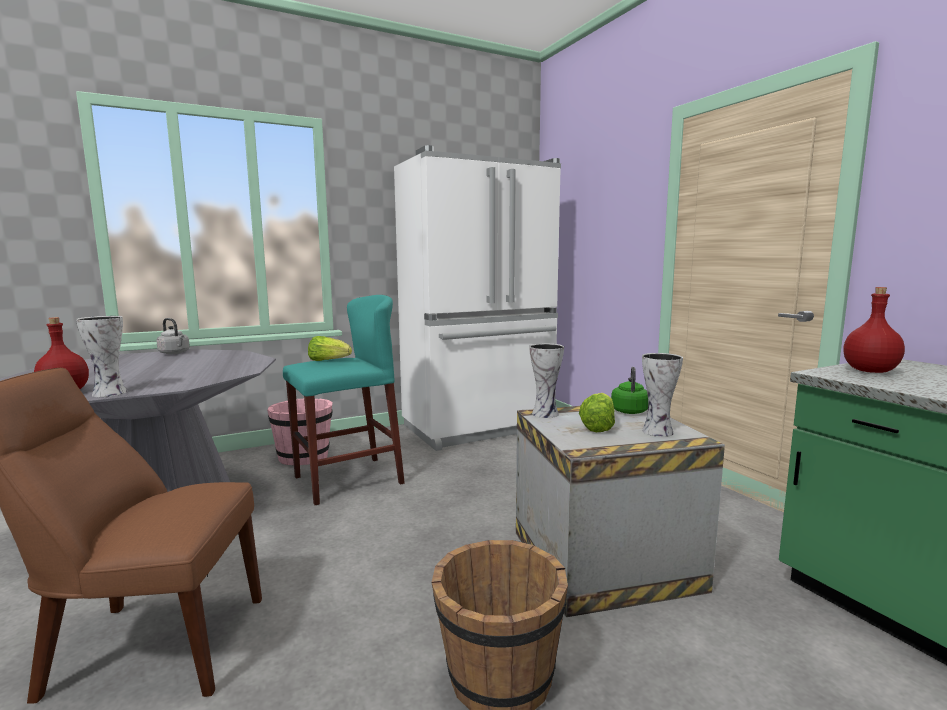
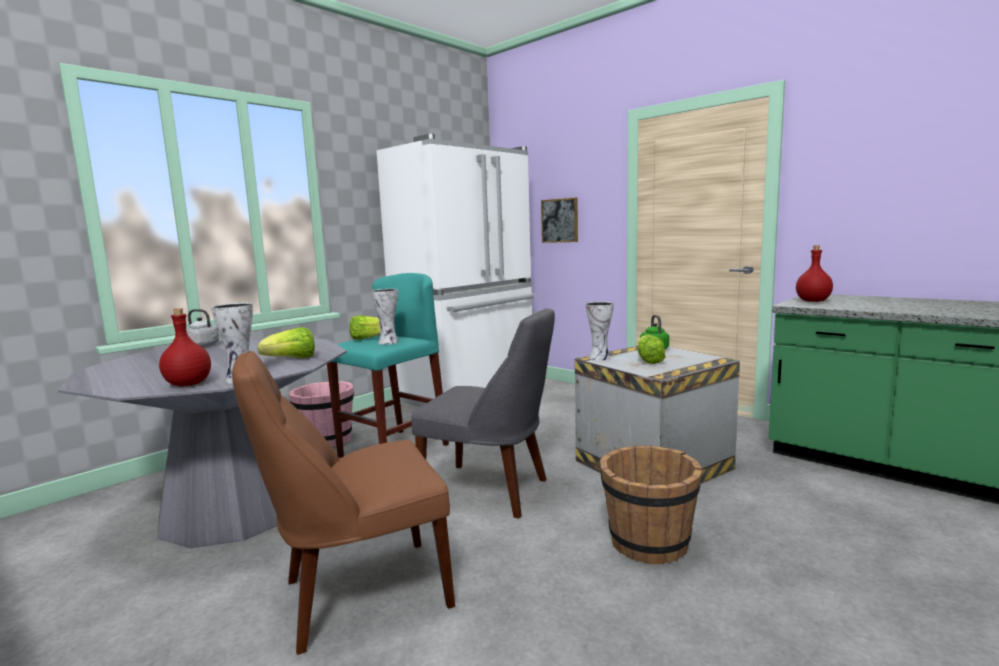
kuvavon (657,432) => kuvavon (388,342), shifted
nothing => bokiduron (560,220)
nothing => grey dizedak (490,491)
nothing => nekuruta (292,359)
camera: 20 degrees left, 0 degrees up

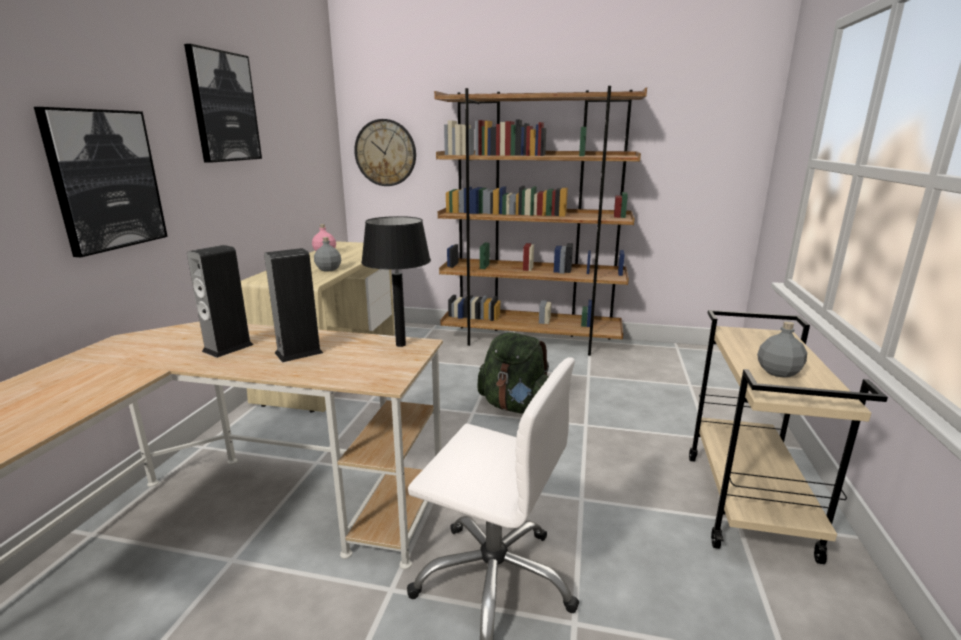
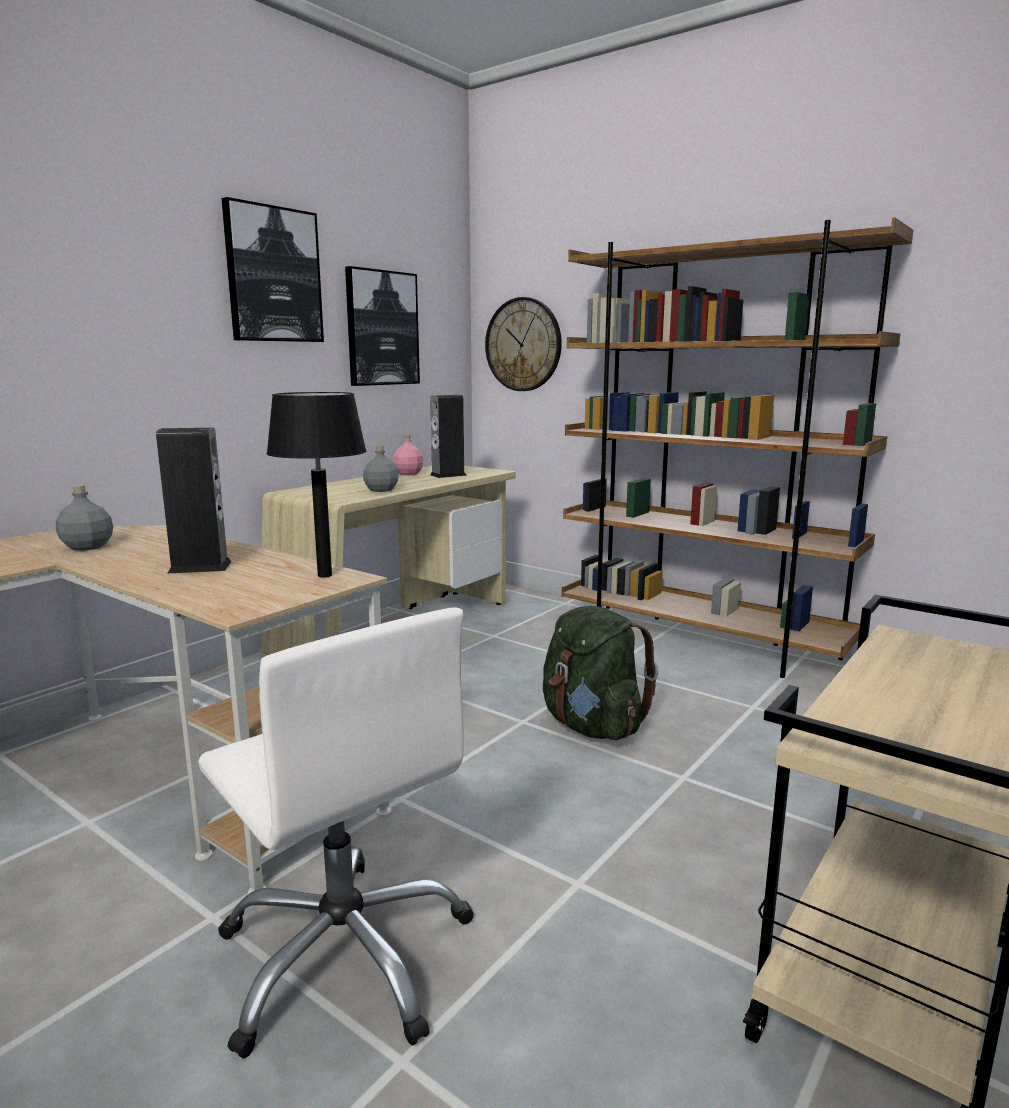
bokiduron (105,180) => bokiduron (382,328), shifted
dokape (228,348) => dokape (448,475), shifted
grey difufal (777,372) => grey difufal (87,547), shifted
camera: 25 degrees right, 5 degrees down

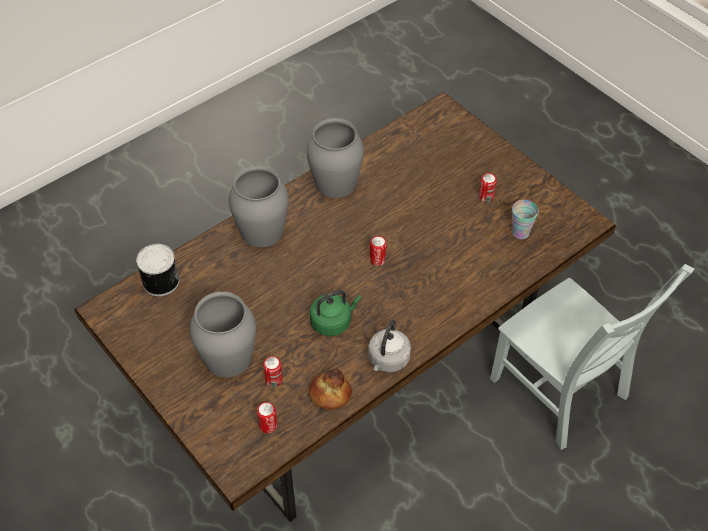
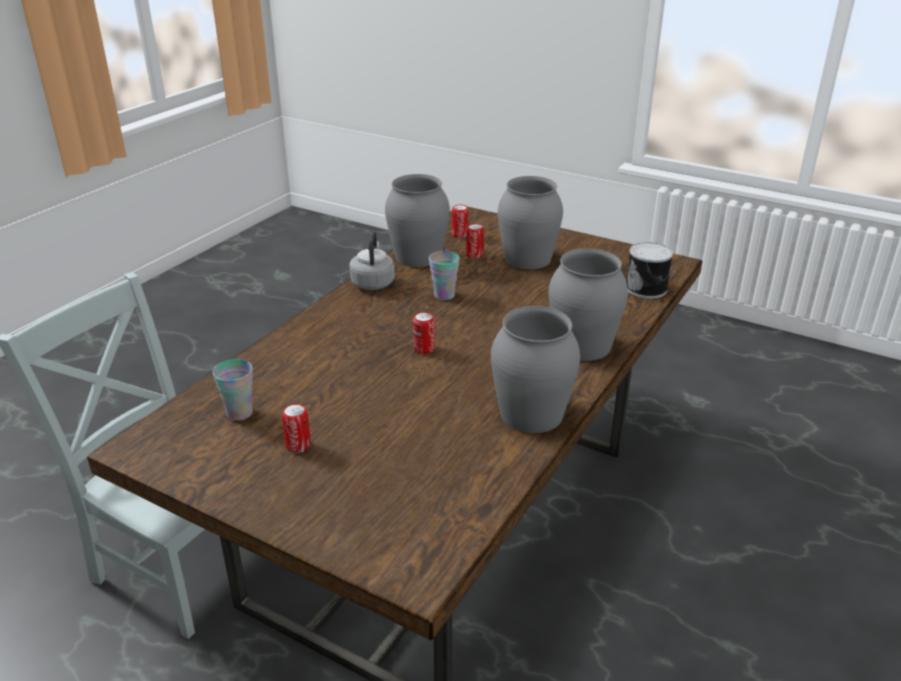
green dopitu (333,322) => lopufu (444,295)
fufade (329,394) => grey kuvavon (417,256)
camera: 160 degrees right, 20 degrees down

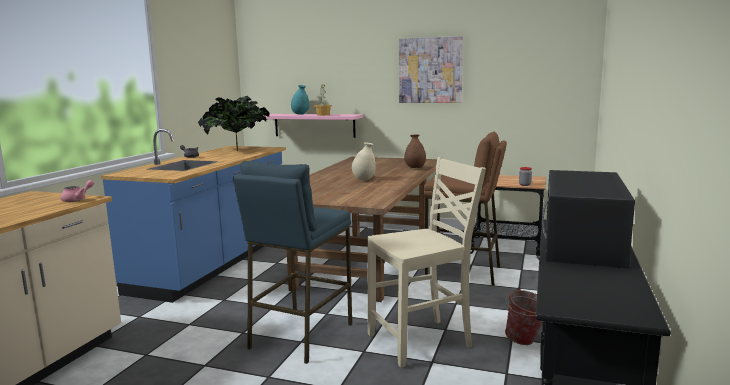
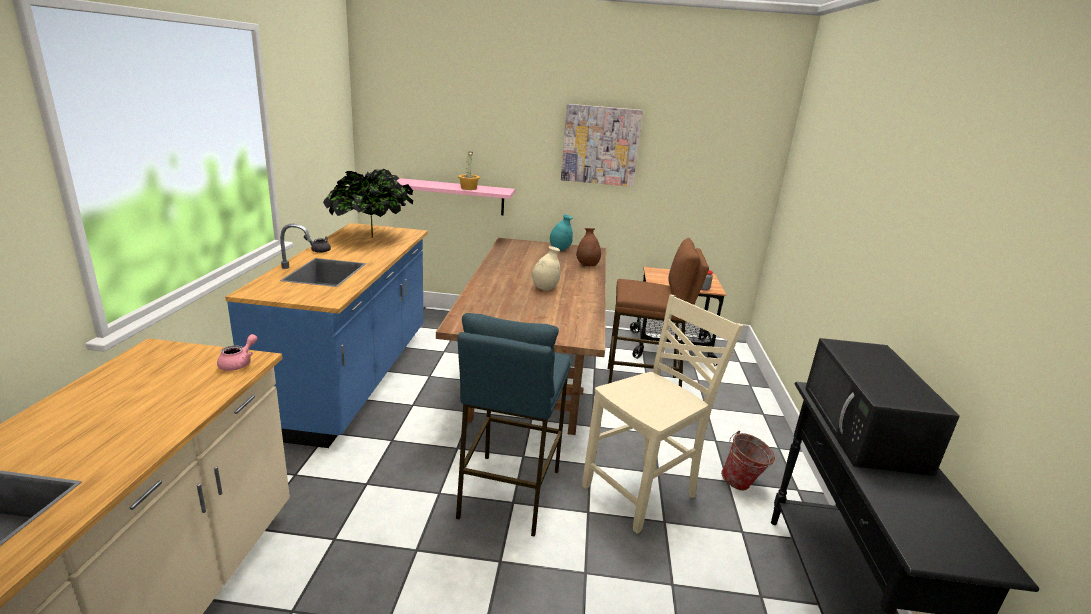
turquoise kuvavon (300,114) => turquoise kuvavon (560,249), shifted
camera: 15 degrees left, 10 degrees up

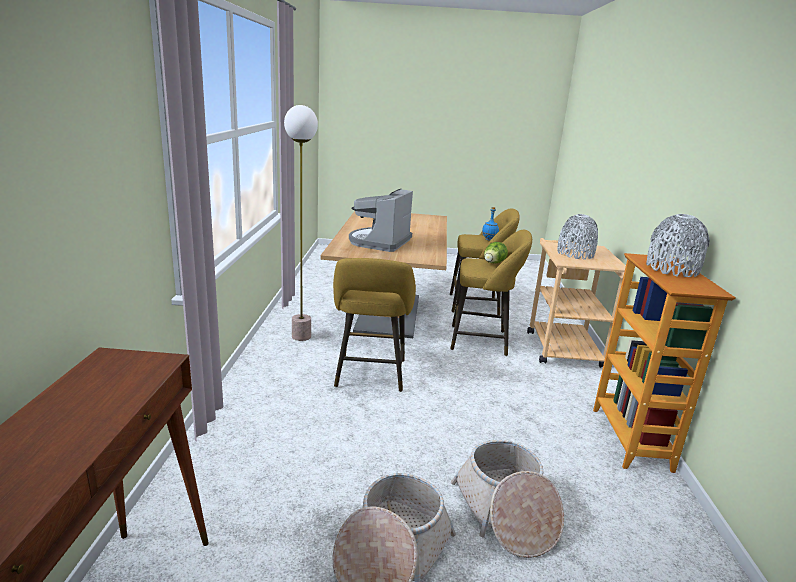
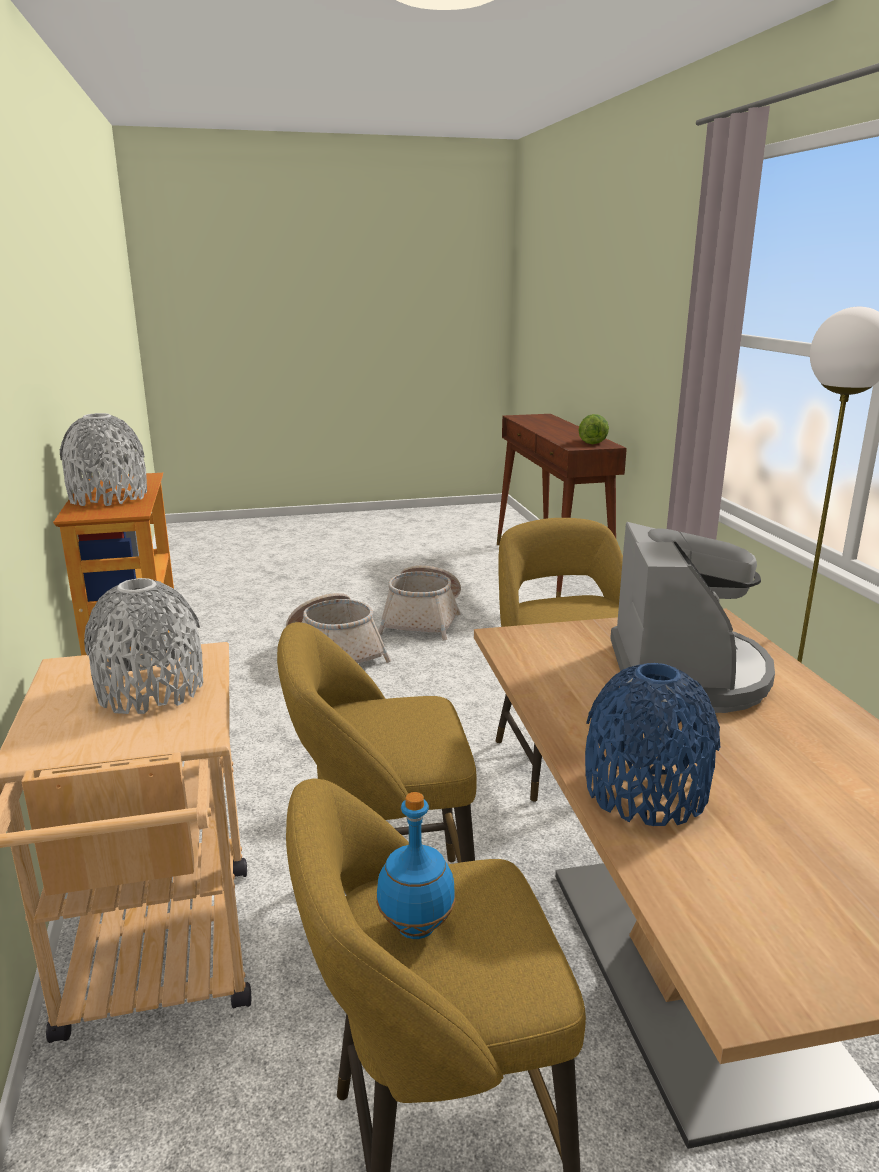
nekuruta (493,263) => nekuruta (593,442), shifted
nothing => blue kuvavon (645,791)
camera: 165 degrees right, 0 degrees up

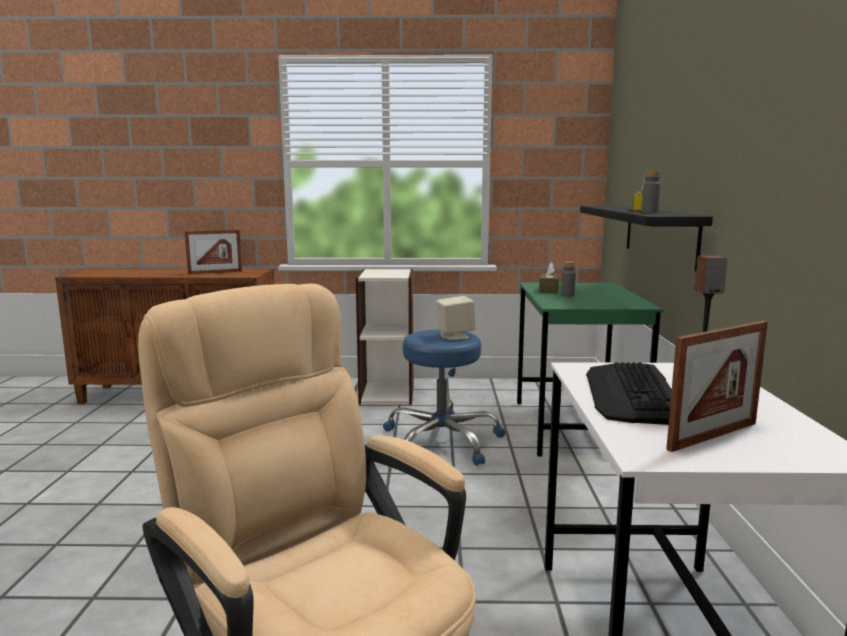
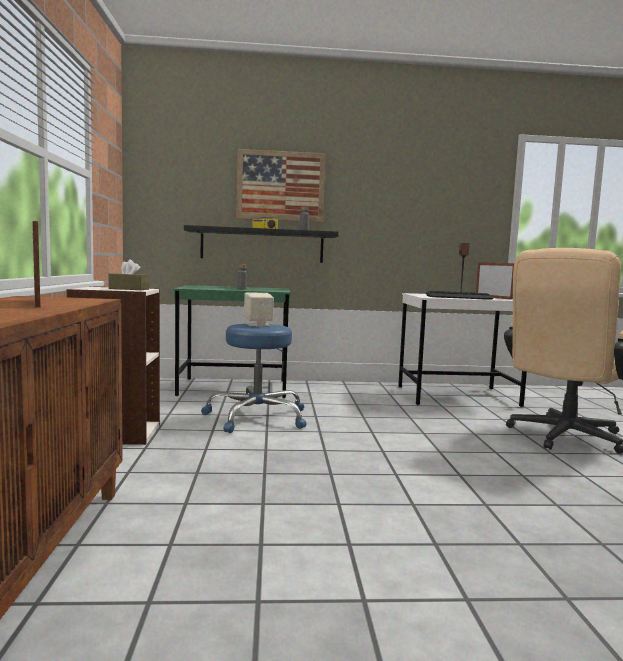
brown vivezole (548,290) => brown vivezole (129,289), shifted
nothing => bokiduron (280,186)
camera: 95 degrees left, 5 degrees down

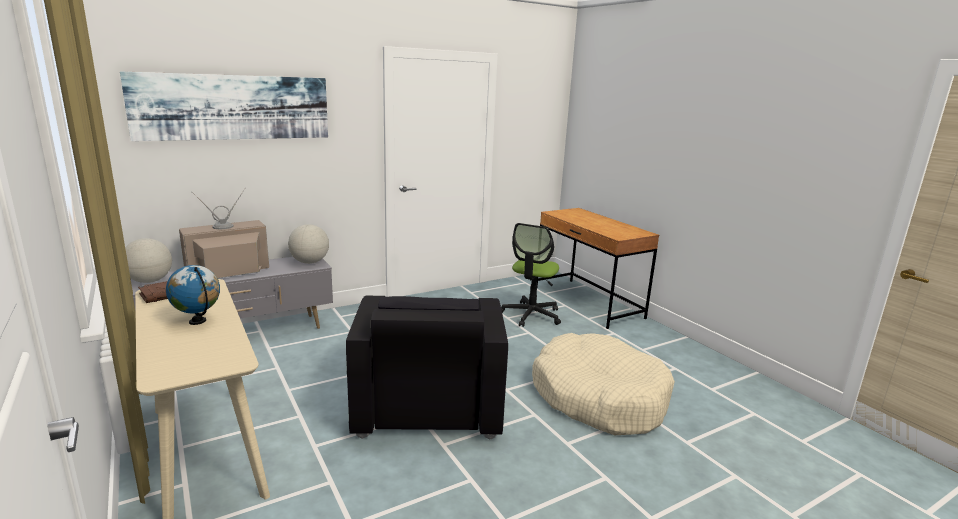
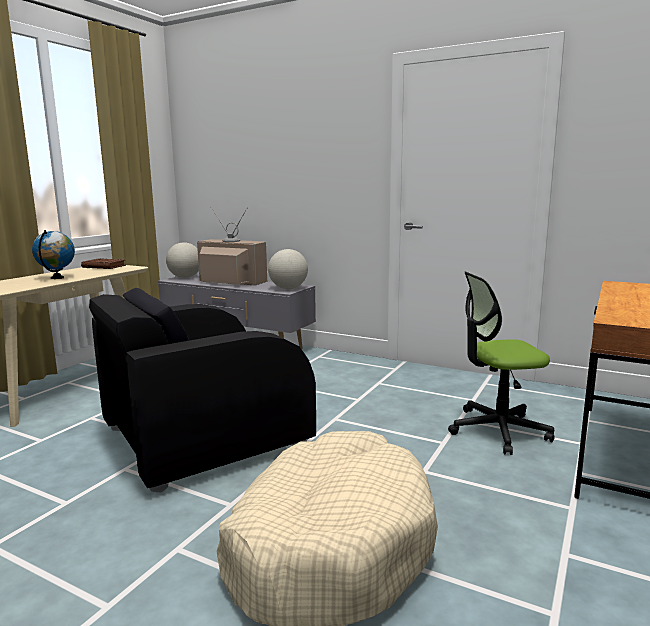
bokiduron (233,107) => nothing
camera: 60 degrees right, 5 degrees down

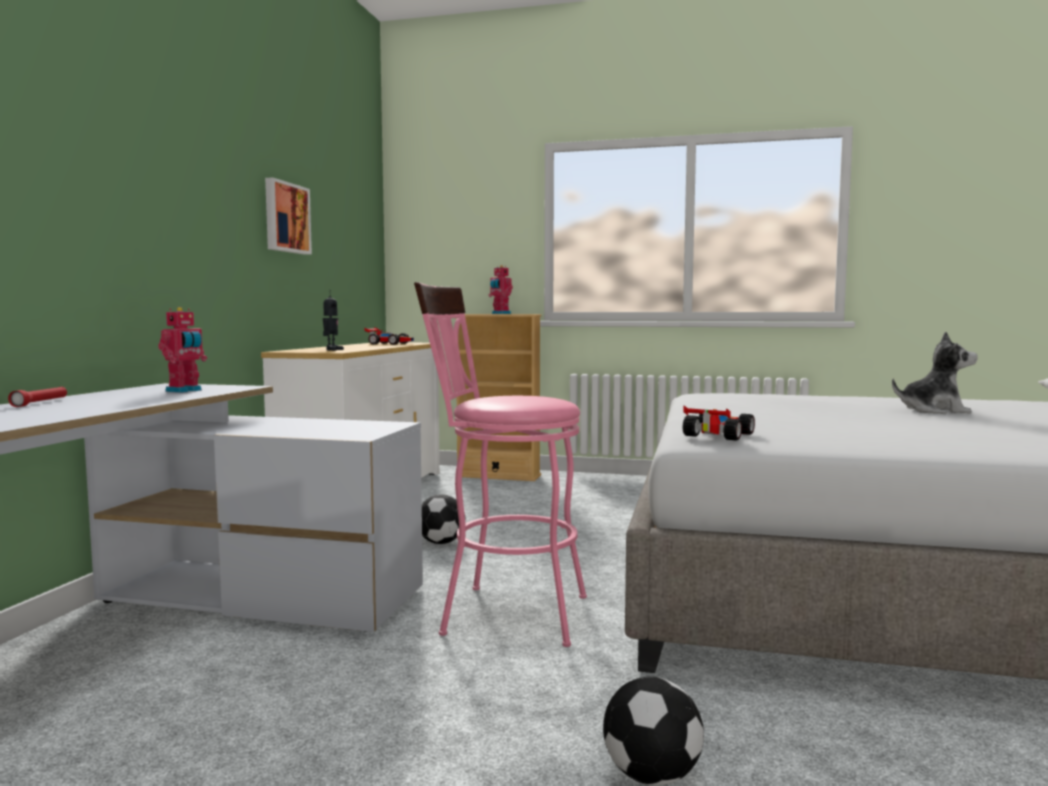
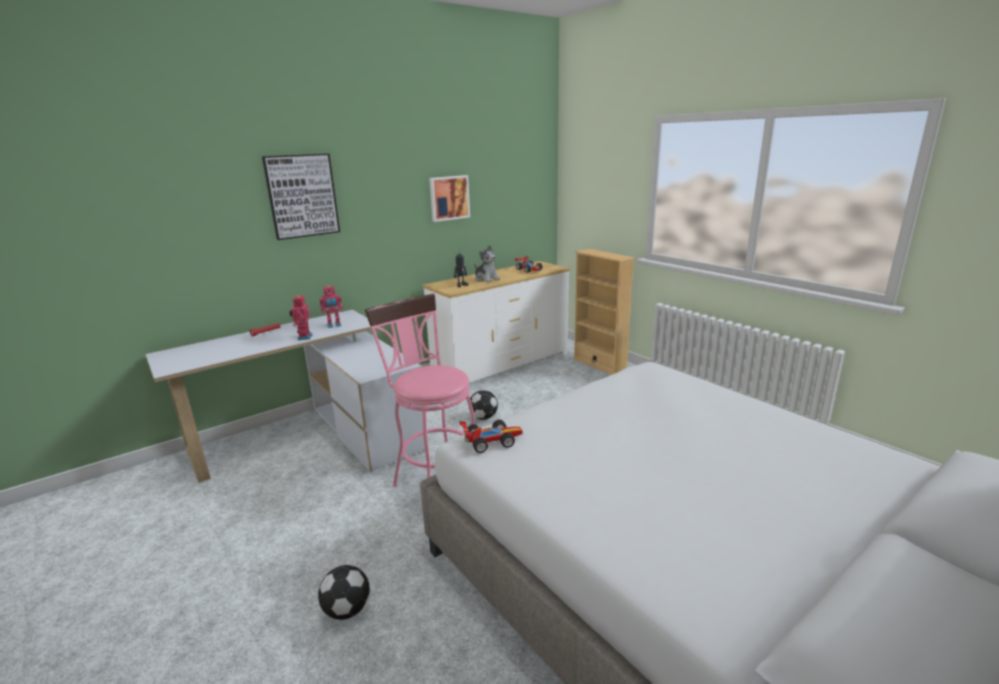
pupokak (500,313) => pupokak (304,337), shifted
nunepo (934,411) => nunepo (486,279), shifted
nothing => bokiduron (302,196)
camera: 40 degrees right, 15 degrees up

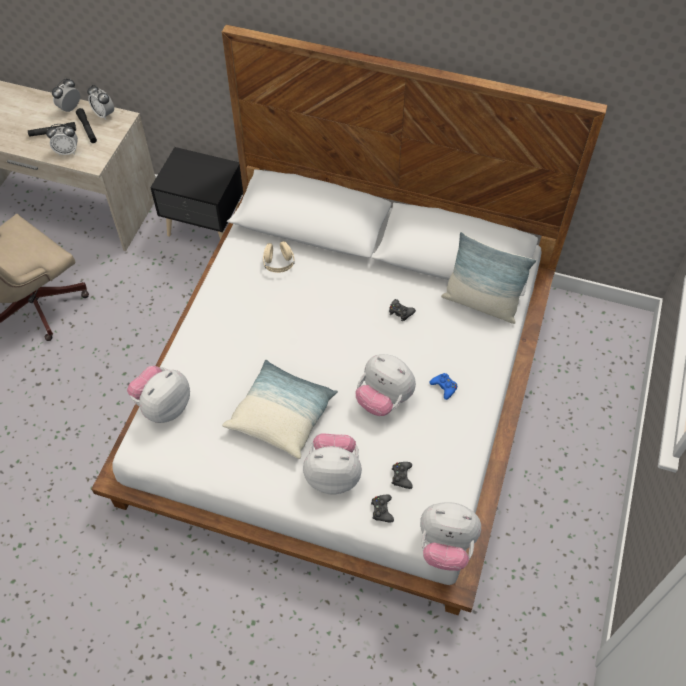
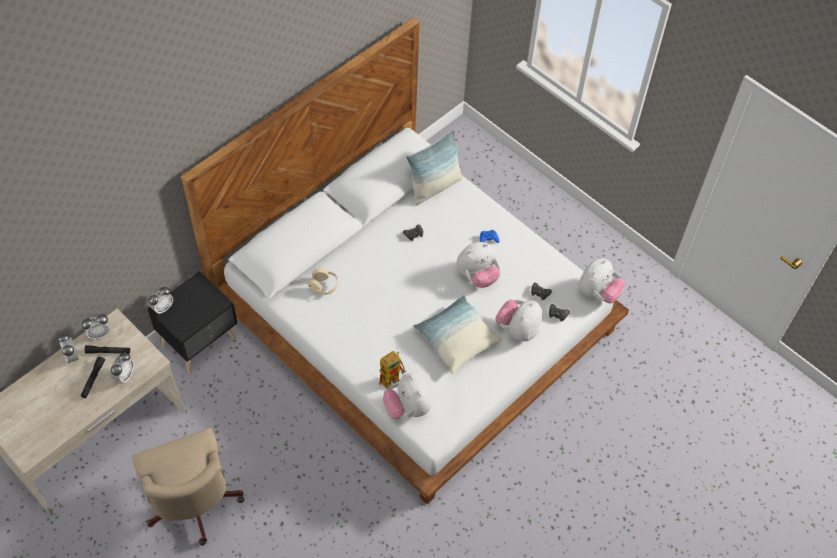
nothing => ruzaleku (162,307)
nothing => pupokak (392,377)
camera: 65 degrees left, 0 degrees up

